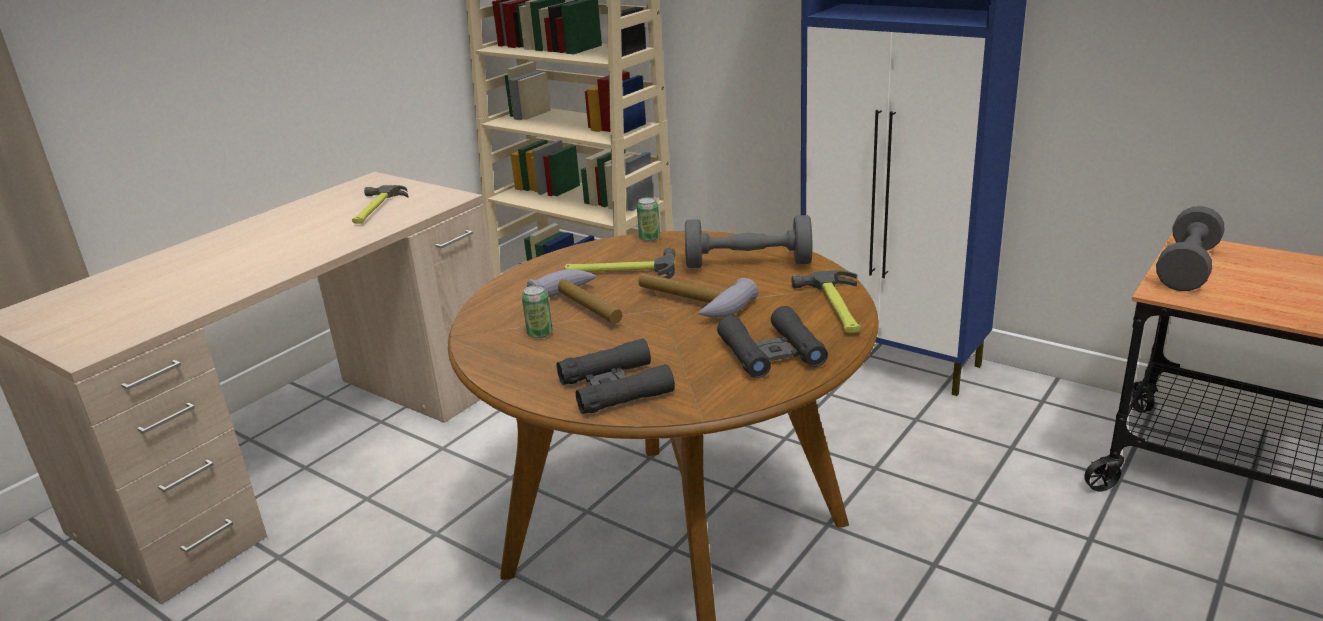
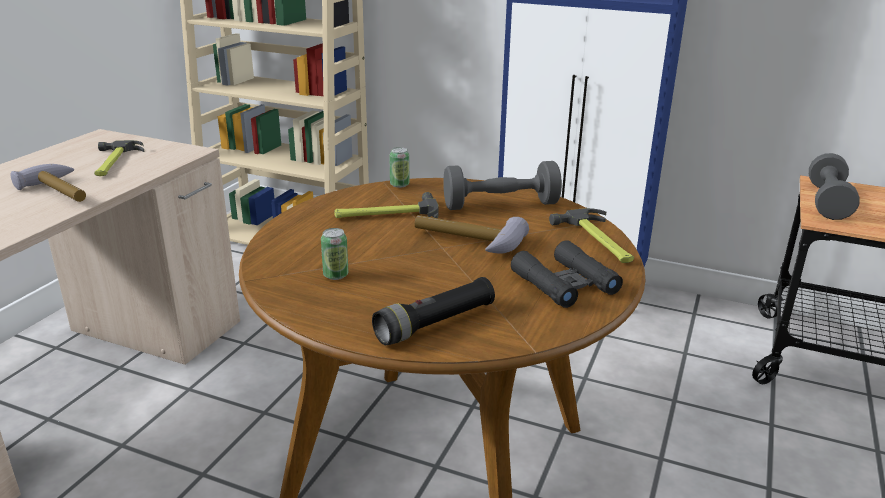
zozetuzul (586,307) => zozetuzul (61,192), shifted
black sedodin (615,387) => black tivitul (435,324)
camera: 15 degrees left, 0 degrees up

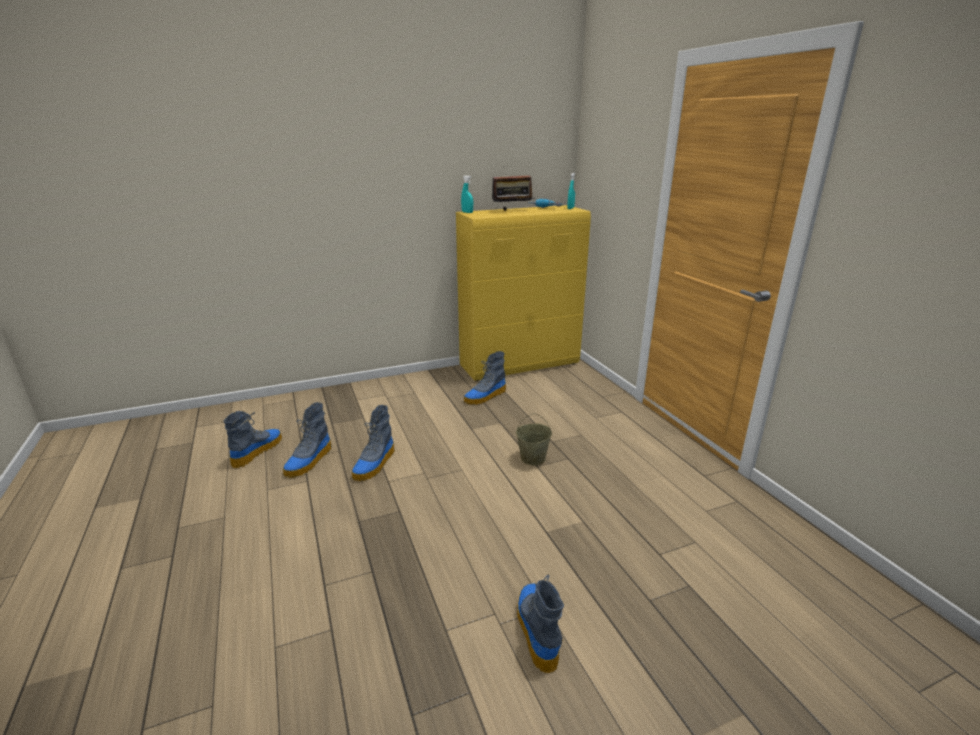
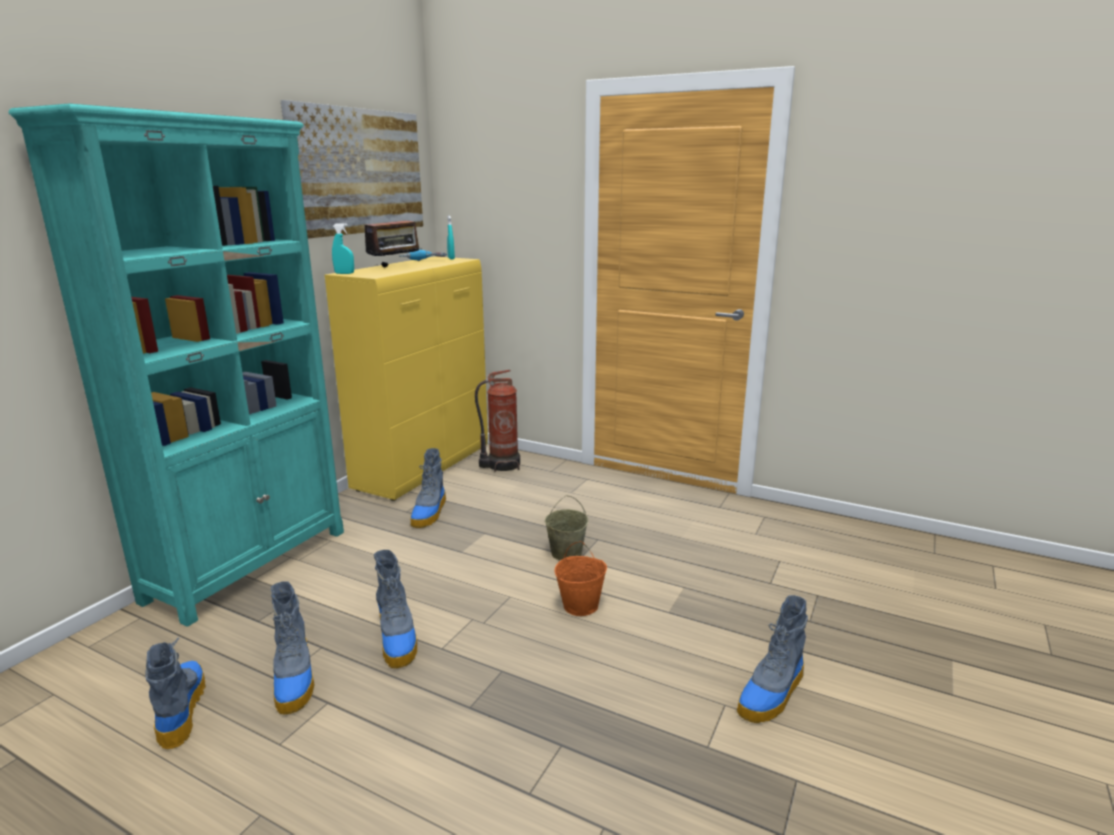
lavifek (537,629) => lavifek (771,694), 90 degrees counterclockwise
nothing => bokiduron (359,171)
nothing => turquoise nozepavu (250,564)
nothing => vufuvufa (502,465)
nothing => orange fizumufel (581,605)
camera: 40 degrees left, 5 degrees down

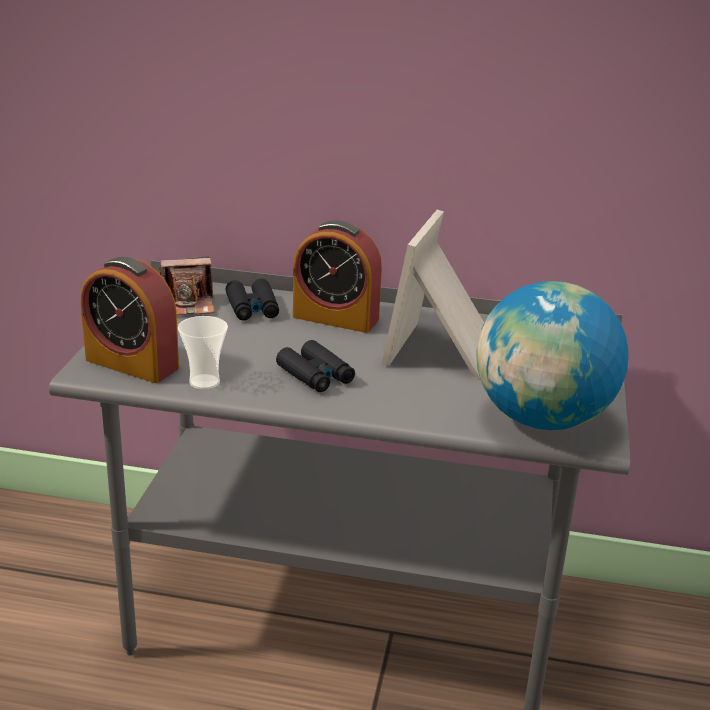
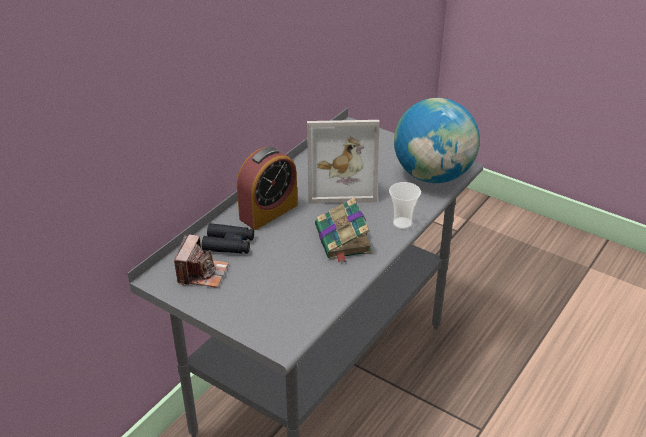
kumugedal (444,352) => kumugedal (341,183), 45 degrees counterclockwise
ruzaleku (132,364) => nothing
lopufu (204,382) => lopufu (402,223), shifted
black sedodin (315,375) => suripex (343,240)
camera: 65 degrees left, 10 degrees up

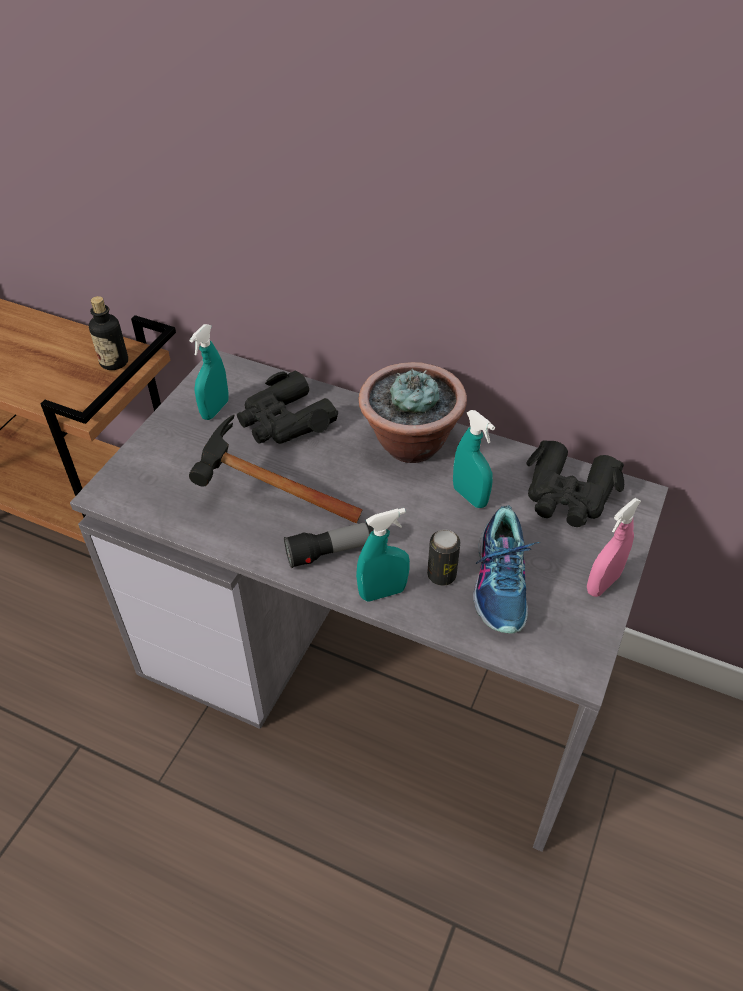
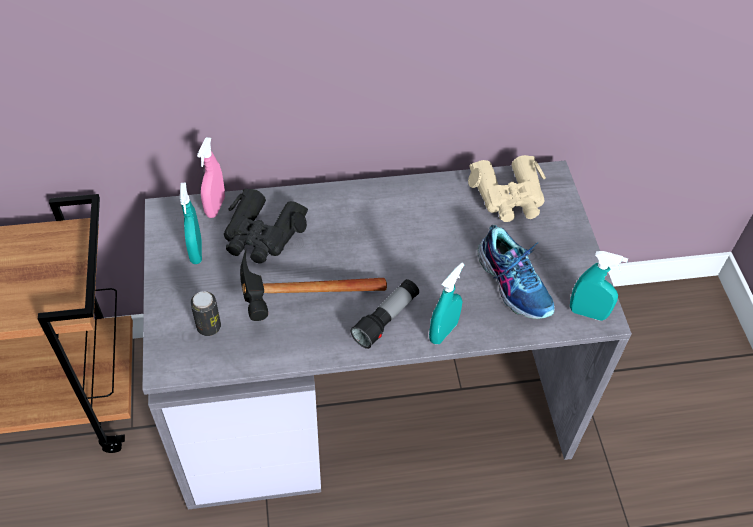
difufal (114,362) => nothing
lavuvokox (410,443) => nothing
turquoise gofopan (470,496) => turquoise gofopan (587,313), shifted
black sedodin (568,494) => beige sedodin (509,196)
pink gofopan (603,583) => pink gofopan (215,206), shifted
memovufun (441,575) => memovufun (209,327), shifted
camera: 35 degrees left, 5 degrees up

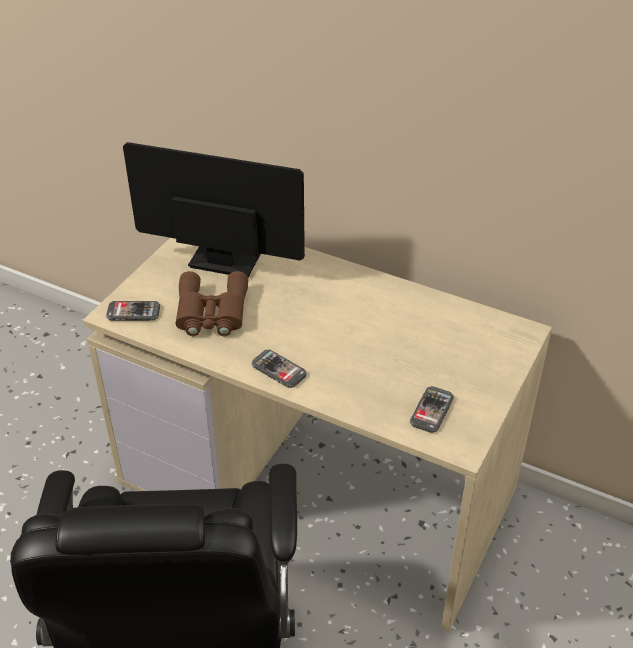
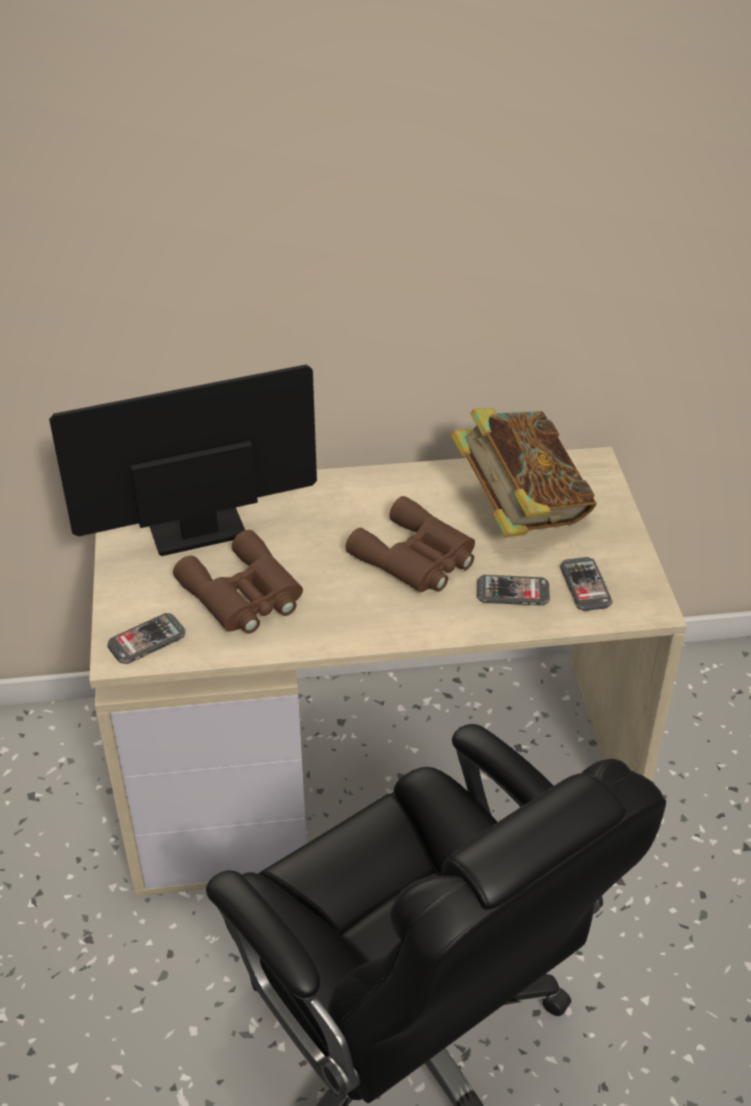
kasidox (279,370) => kasidox (513,592), shifted
nothing => suripex (519,511)
nothing => brown sedodin (416,558)
camera: 35 degrees left, 0 degrees up

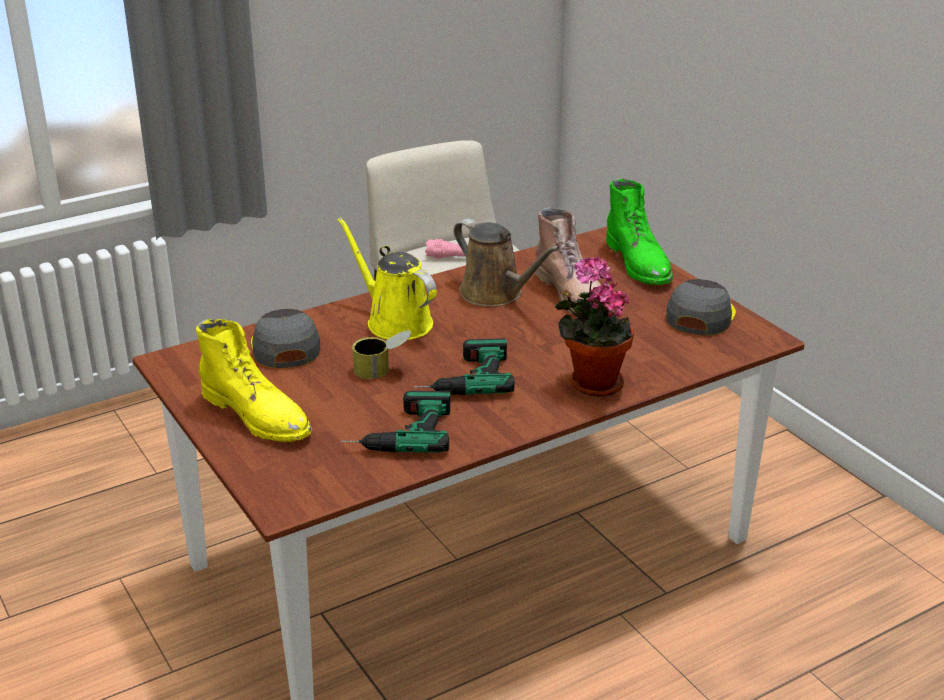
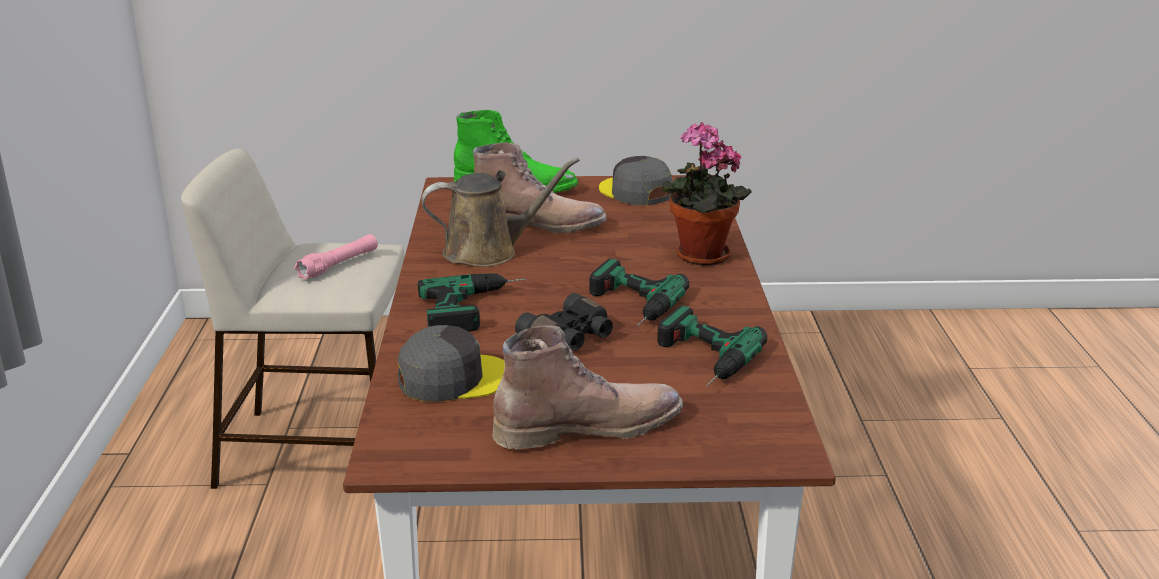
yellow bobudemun (395,321) => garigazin (477,308)
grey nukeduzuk (284,347) => grey nukeduzuk (453,378), 150 degrees clockwise
yellow lavifek (259,415) => brown lavifek (588,426)
memovufun (382,370) => black sedodin (570,338)
camera: 60 degrees left, 5 degrees down

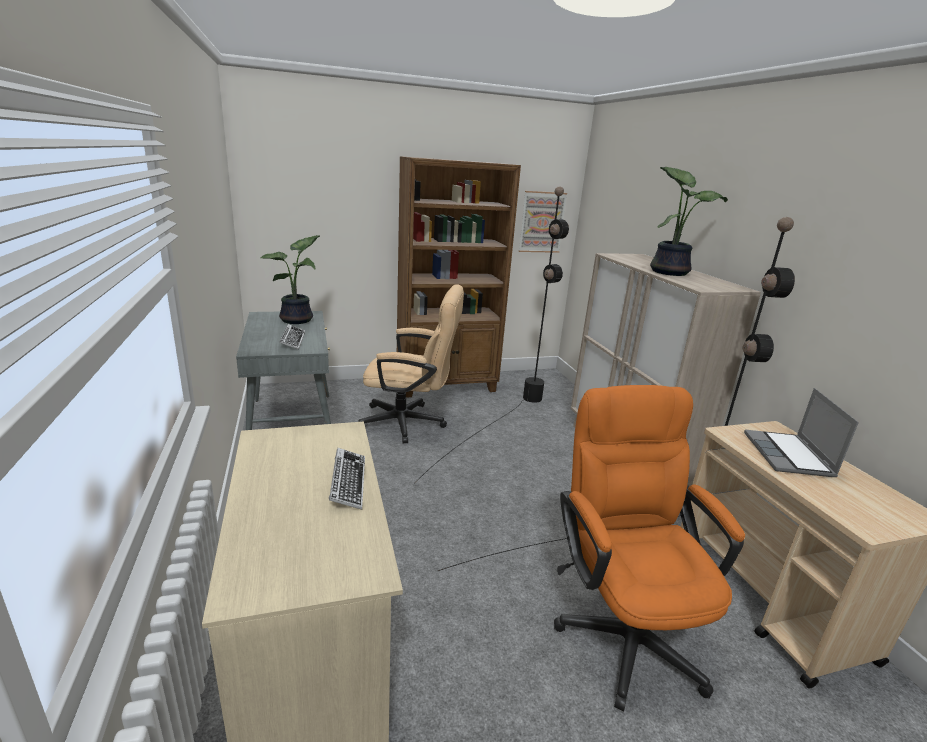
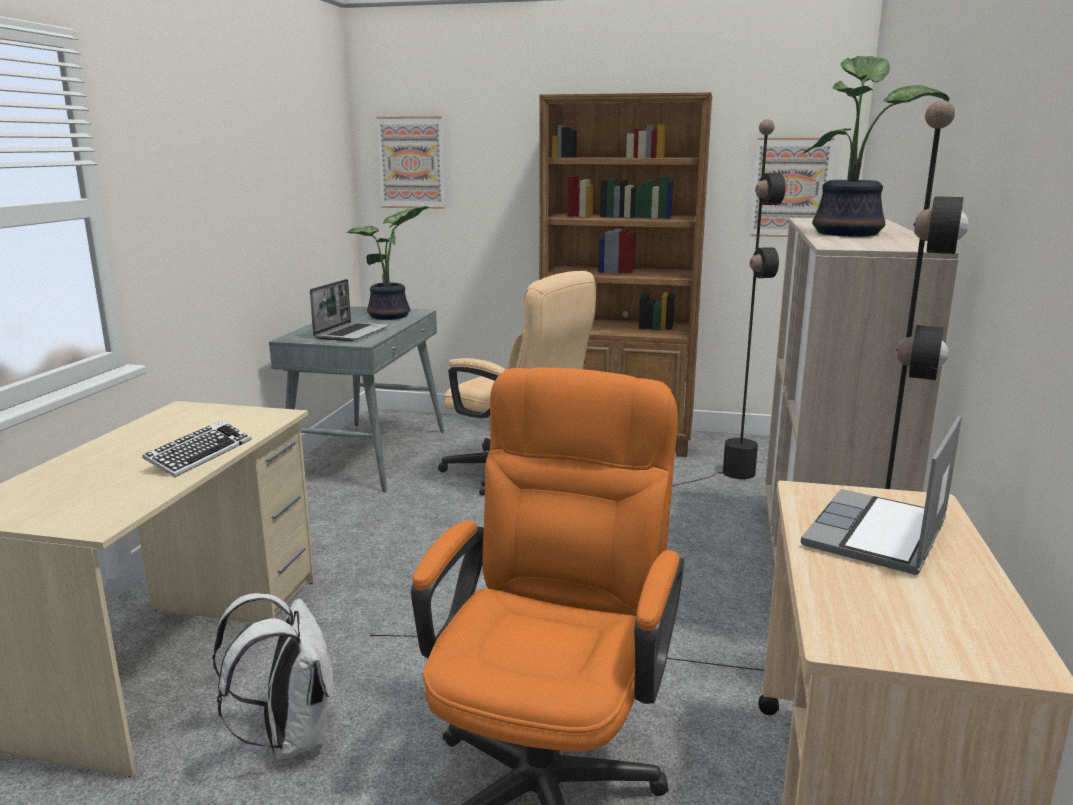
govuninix (292,340) => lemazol (352,333)
nothing => bokiduron (411,163)
nothing => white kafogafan (290,738)
camera: 30 degrees right, 5 degrees down

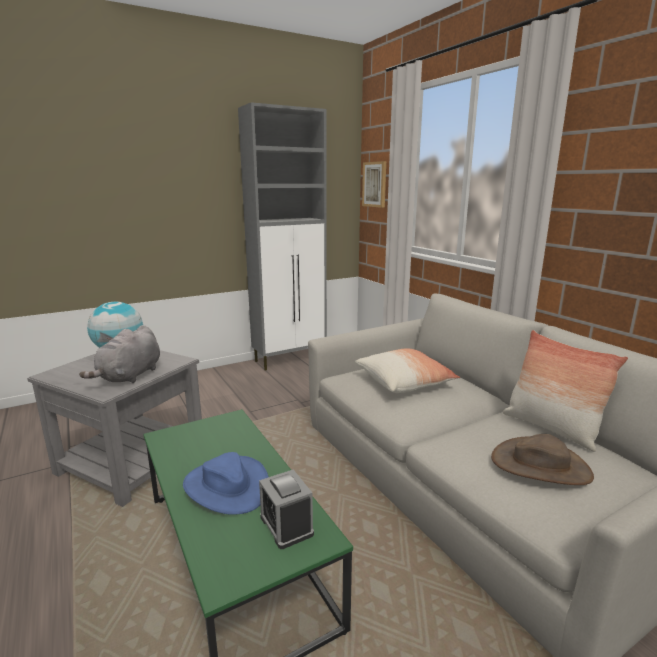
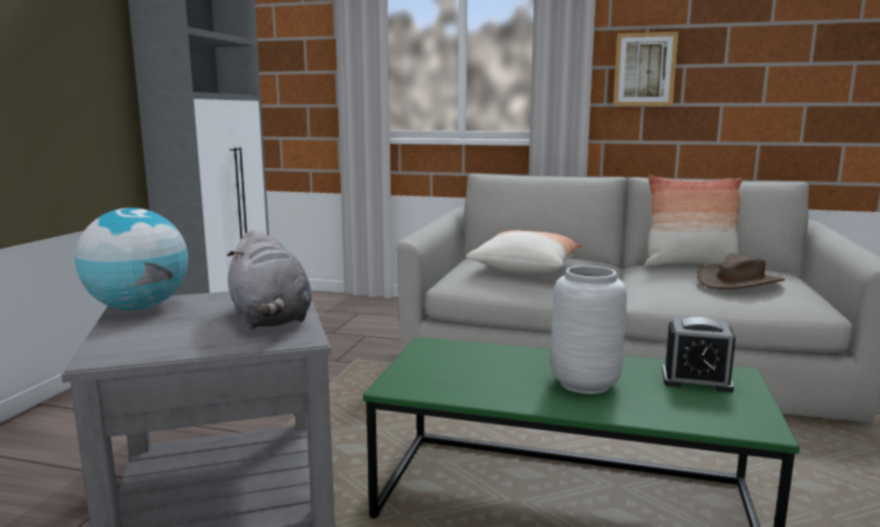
bokiduron (375,184) => bokiduron (644,70), shifted
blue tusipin (226,486) => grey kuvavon (584,384)
camera: 45 degrees left, 5 degrees down

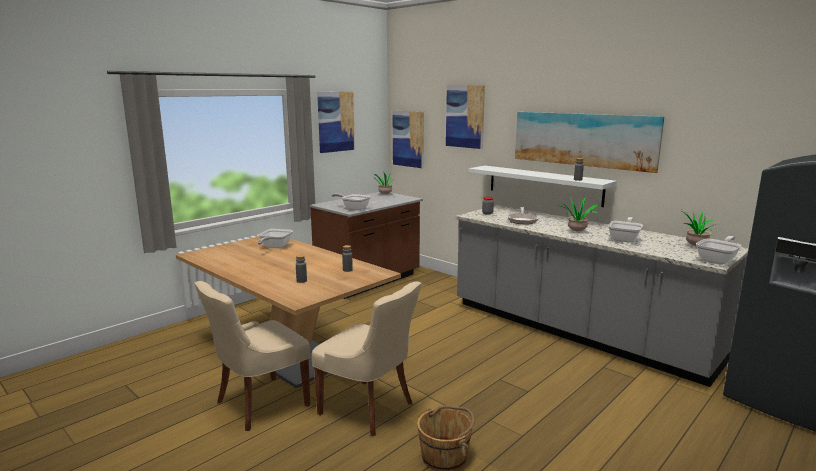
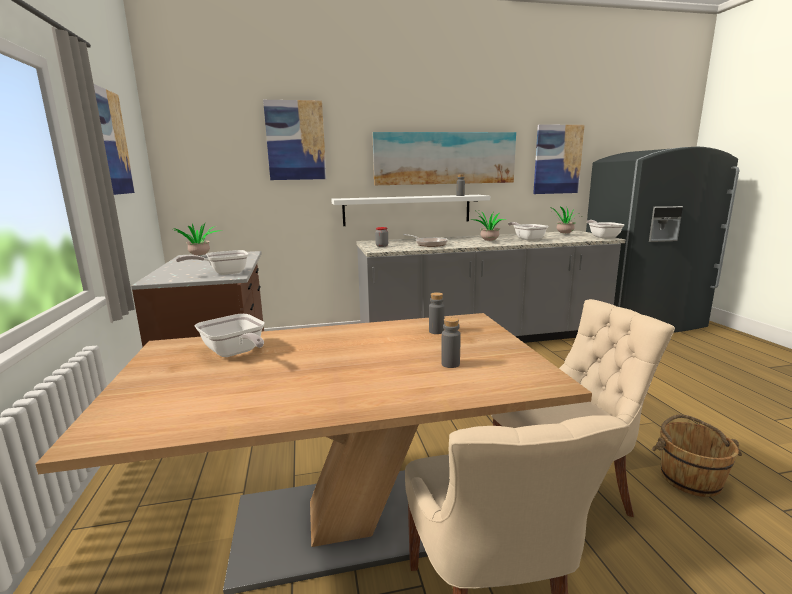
bokiduron (408,138) => bokiduron (557,159), shifted
camera: 55 degrees left, 0 degrees up

